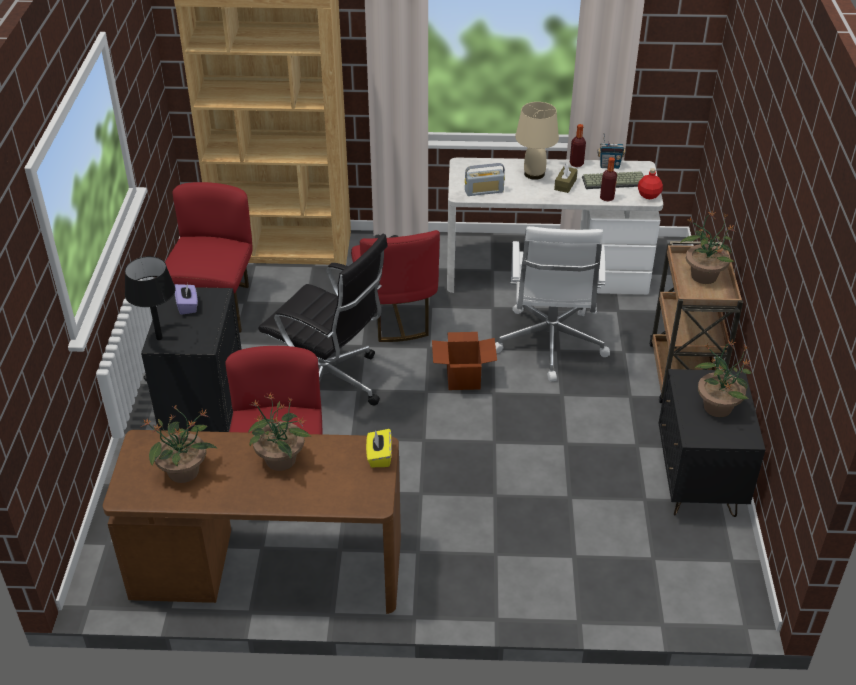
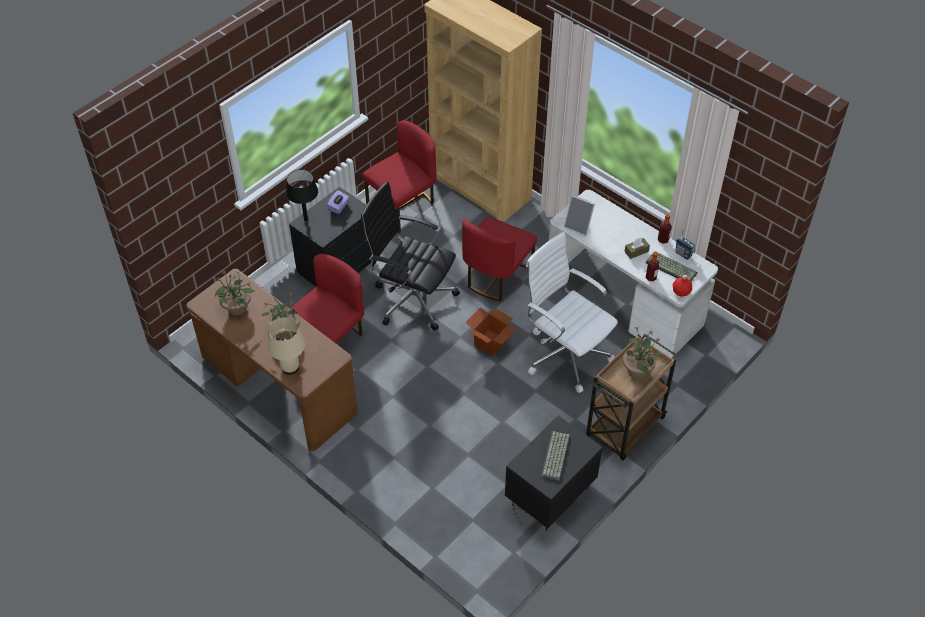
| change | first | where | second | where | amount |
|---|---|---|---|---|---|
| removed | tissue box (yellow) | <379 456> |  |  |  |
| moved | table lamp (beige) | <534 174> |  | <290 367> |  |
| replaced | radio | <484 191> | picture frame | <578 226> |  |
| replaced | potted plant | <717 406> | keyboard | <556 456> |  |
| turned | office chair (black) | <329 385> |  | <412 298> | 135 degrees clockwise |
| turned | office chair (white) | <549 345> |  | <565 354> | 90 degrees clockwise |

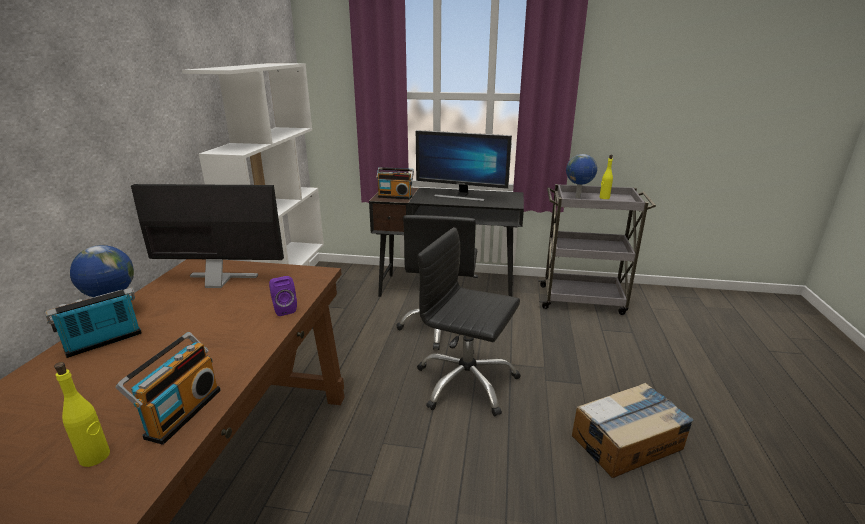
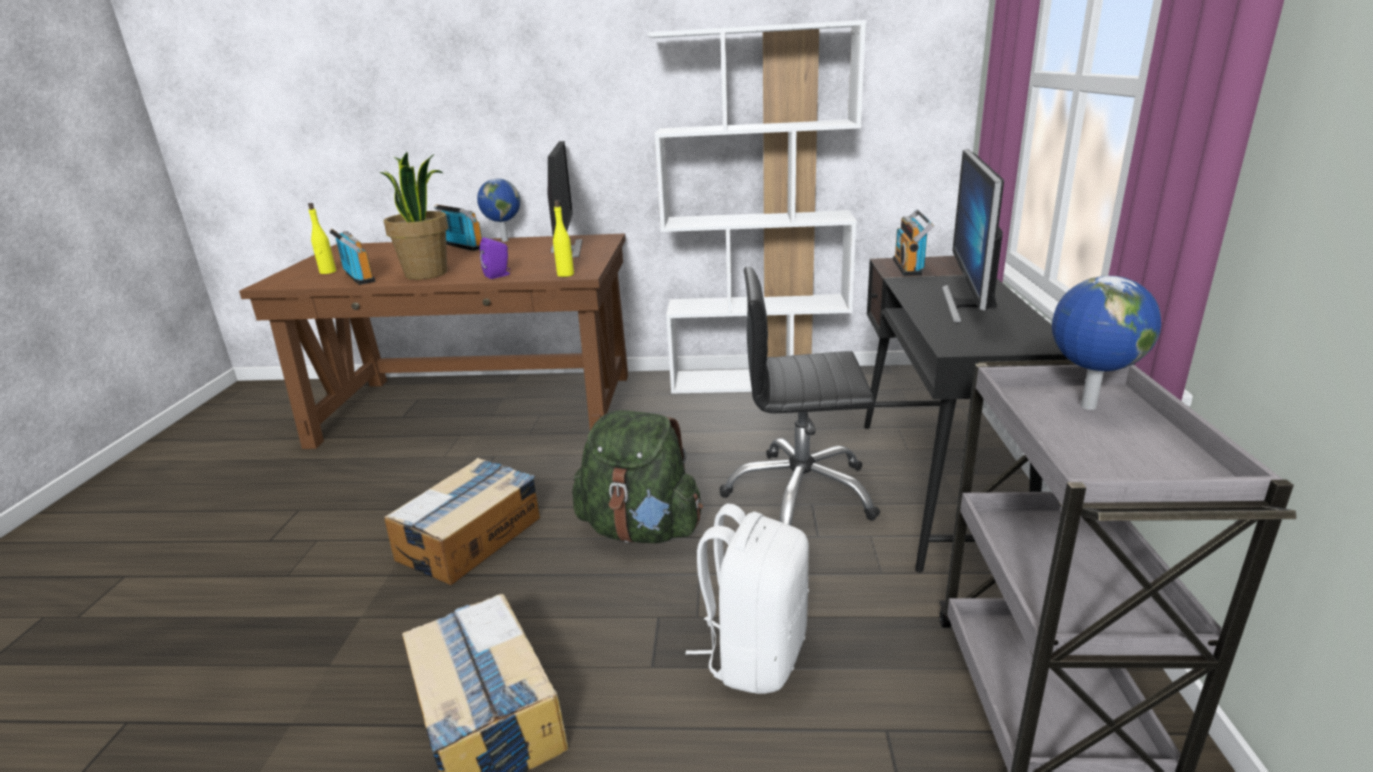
| change | first | where | second | where | amount |
|---|---|---|---|---|---|
| added |  |  | potted plant | <427 273> |  |
| added |  |  | cardboard box | <471 538> |  |
| added |  |  | backpack (white) | <754 654> |  |
| moved | bottle (yellow) | <604 198> |  | <565 274> |  |
| replaced | office chair (black) | <466 383> | backpack (green) | <641 529> |  |
| turned | radio | <181 412> |  | <357 278> | 135 degrees counterclockwise |

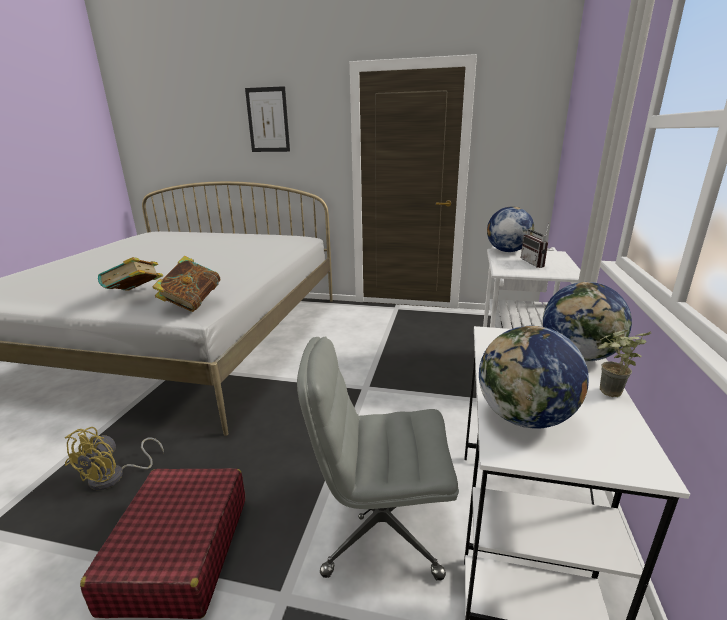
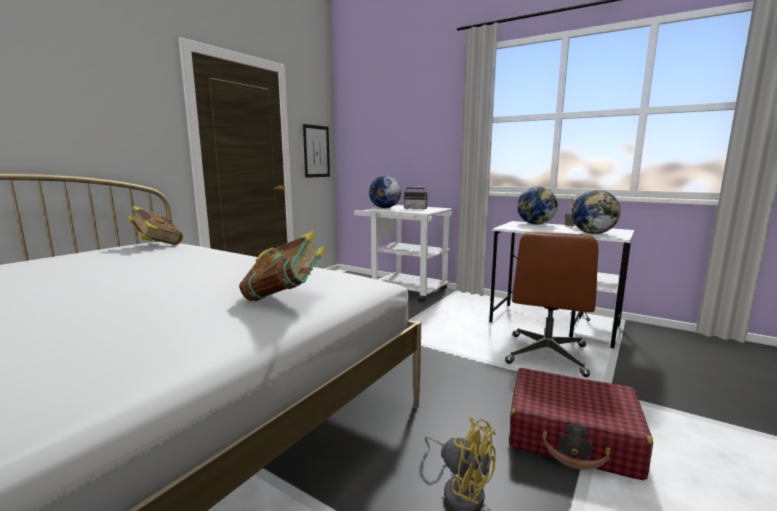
| change | first | where | second | where | amount |
|---|---|---|---|---|---|
| moved | book | <192 304> |  | <157 245> |  |
| moved | picture | <268 120> |  | <316 151> |  |
| recoloured | office chair (grey) | <379 527> | office chair (brown) | <547 355> |  |

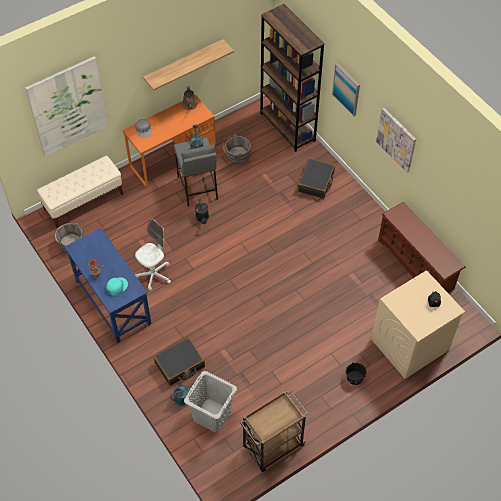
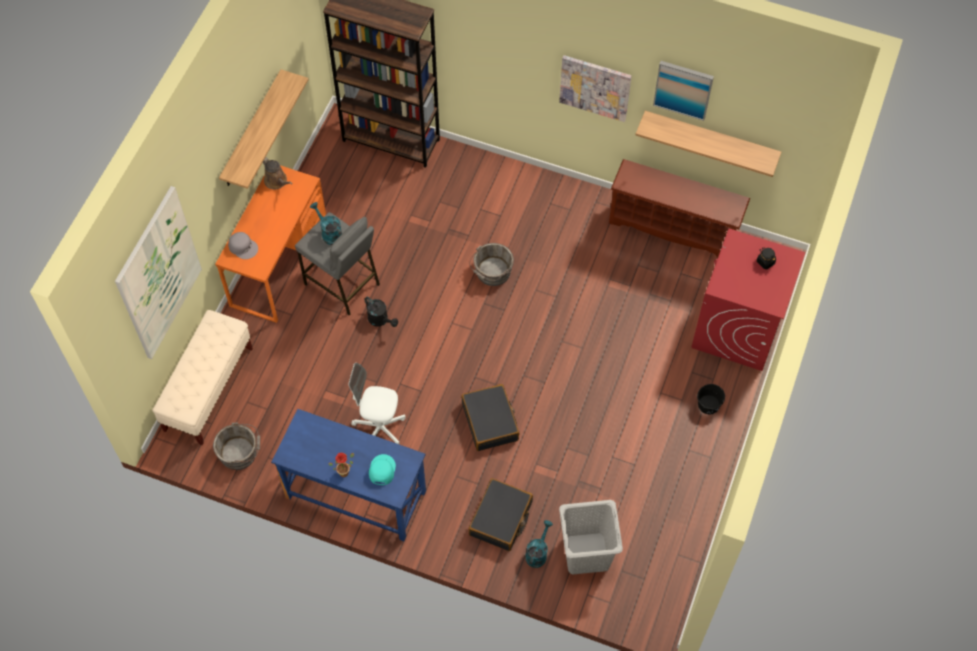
| change | first | where | second | where | amount |
|---|---|---|---|---|---|
| removed | cart (brown) | <272 447> |  |  |  |
| added |  |  | shelf | <710 139> |  |
| moved | bucket (grey) | <236 155> |  | <492 273> |  |
| moved | suitcase (black) | <316 182> |  | <490 422> |  |
| moved | picture | <346 89> |  | <683 89> |  |
| recoloured | washing machine (beige) | <409 345> | washing machine (red) | <737 328> |  |
| turned | office chair (white) | <154 275> |  | <379 428> | 90 degrees counterclockwise |

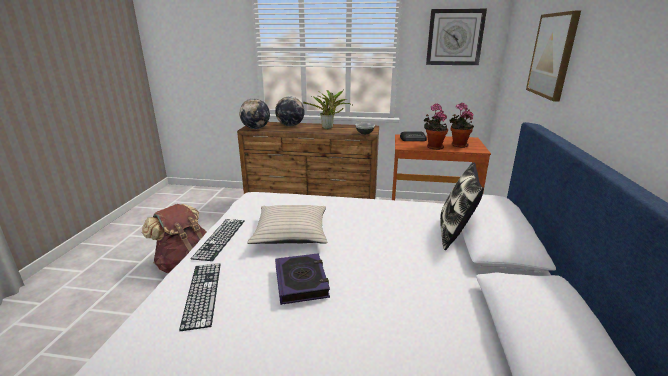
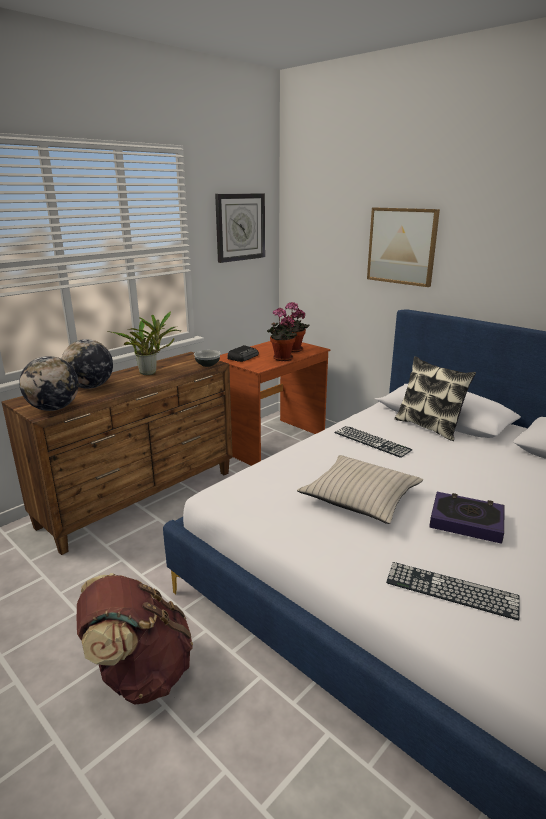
| change | first | where | second | where | amount |
|---|---|---|---|---|---|
| moved | keyboard | <220 238> |  | <372 441> |  |

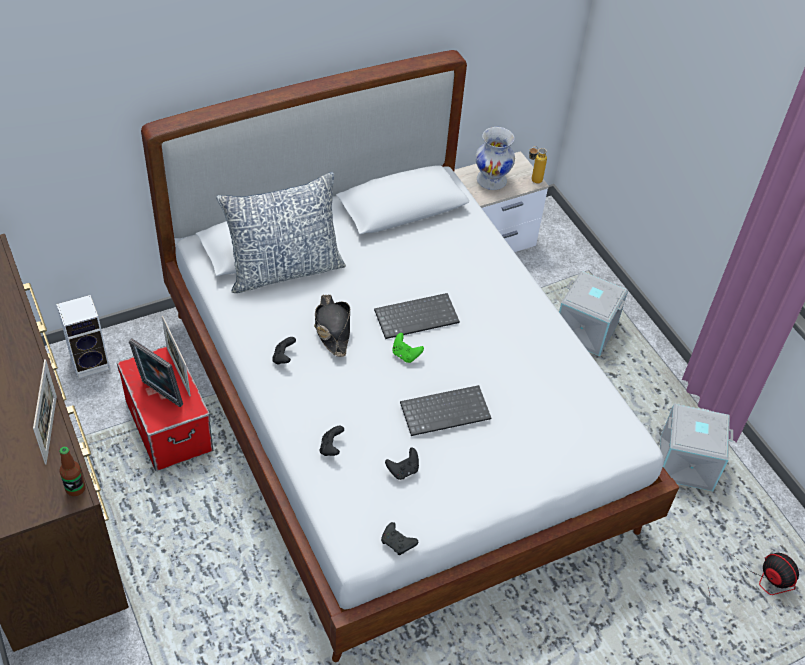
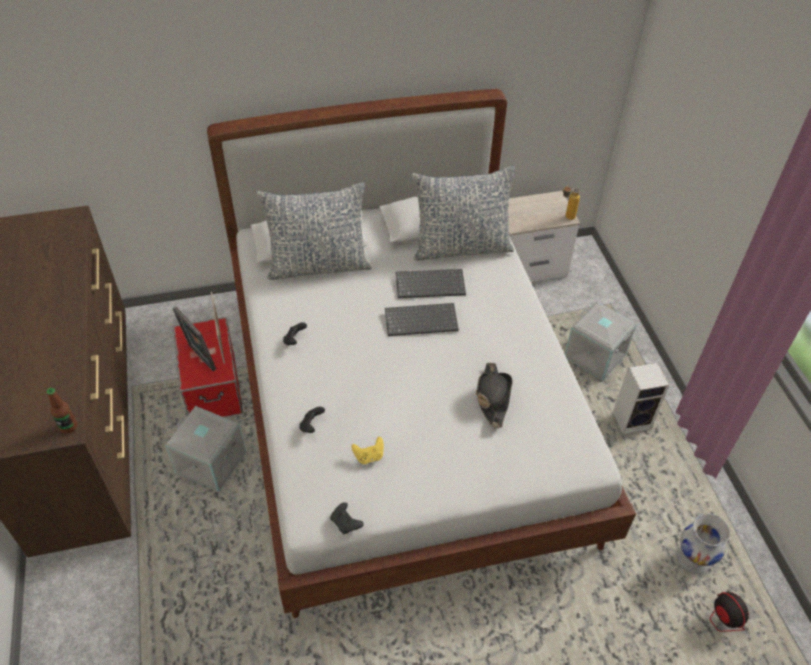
| change | first | where | second | where | amount |
|---|---|---|---|---|---|
| removed | picture frame | <51 429> |  |  |  |
| removed | game controller (green) | <405 355> |  |  |  |
| added |  |  | pillow | <461 247> |  |
| moved | speaker | <91 362> |  | <632 419> |  |
| moved | hat (black) | <332 329> |  | <492 397> |  |
| moved | keyboard | <445 410> |  | <431 284> |  |
| moved | vase (white) | <492 180> |  | <694 558> |  |
| moved | storage box (grey) | <685 464> |  | <210 463> |  |
| recoloured | game controller (black) | <403 470> | game controller (yellow) | <369 456> |  |

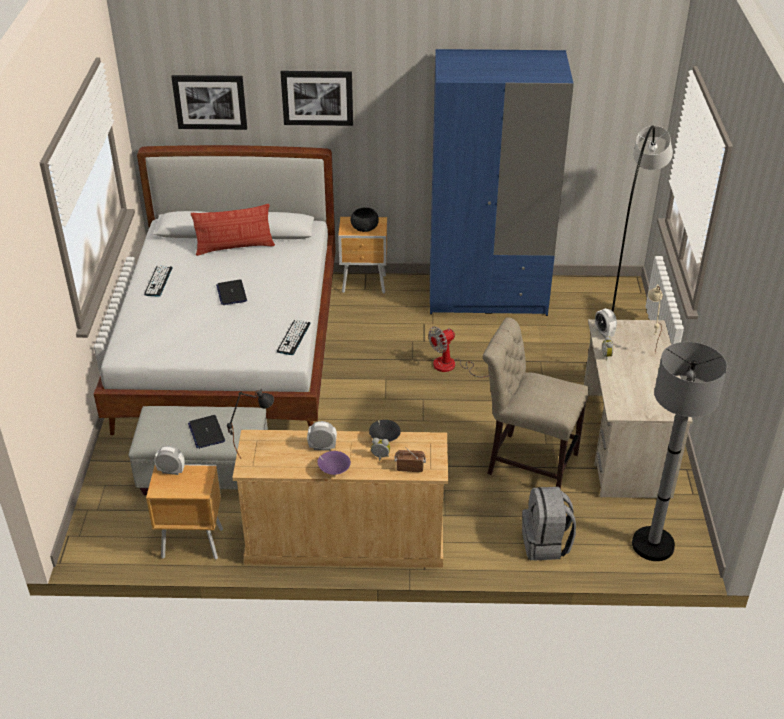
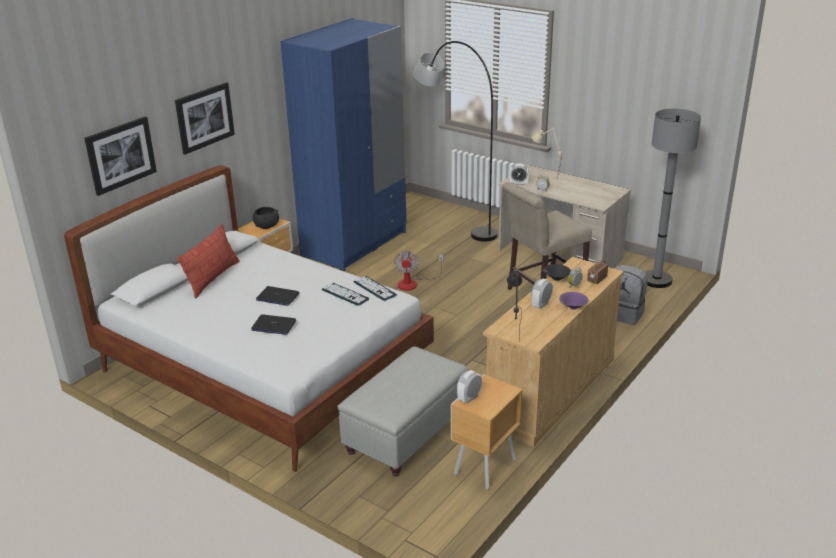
| change | first | where | second | where | amount |
|---|---|---|---|---|---|
| moved | keyboard | <158 281> |  | <345 294> |  |
| moved | laptop | <206 432> |  | <273 326> |  |

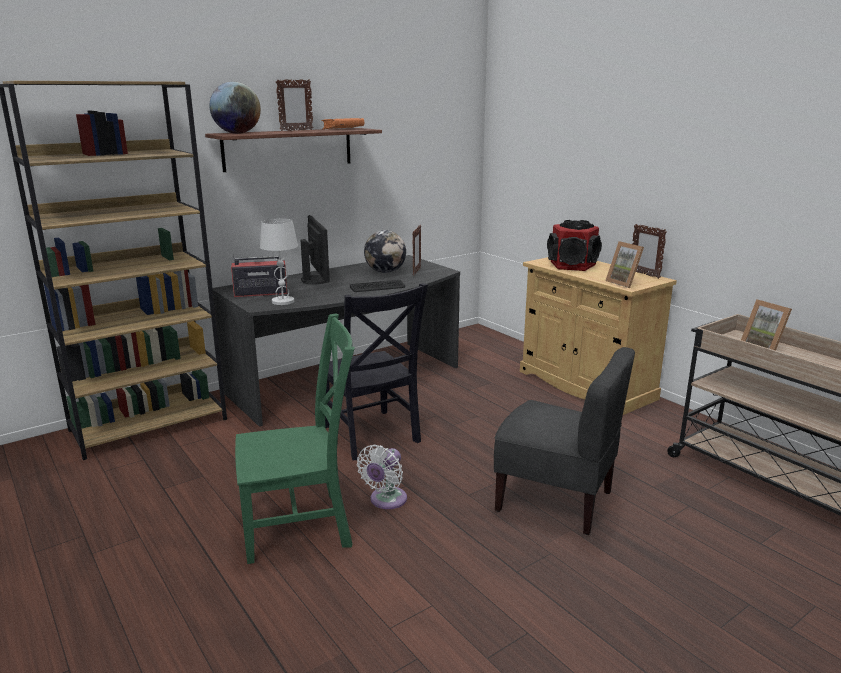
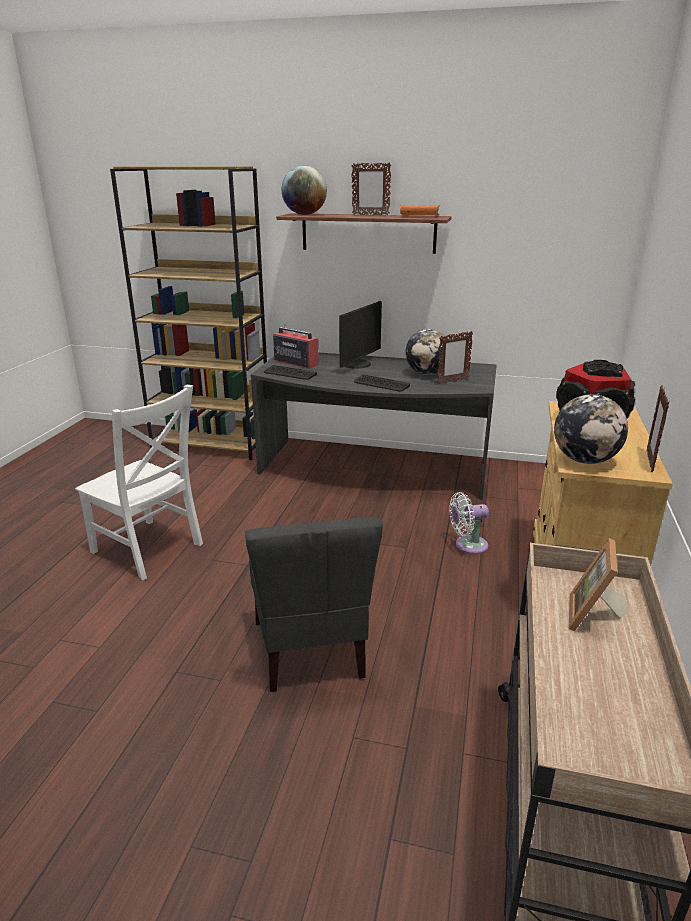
| change | first | where | second | where | amount |
|---|---|---|---|---|---|
| removed | chair (black) | <372 436> |  |  |  |
| moved | fan (white) | <386 501> |  | <468 545> |  |
| replaced | table lamp (white) | <283 301> | keyboard | <290 373> |  |
| replaced | picture frame | <624 283> | globe | <584 460> |  |
| recoloured | chair (green) | <302 526> | chair (white) | <149 550> |  |

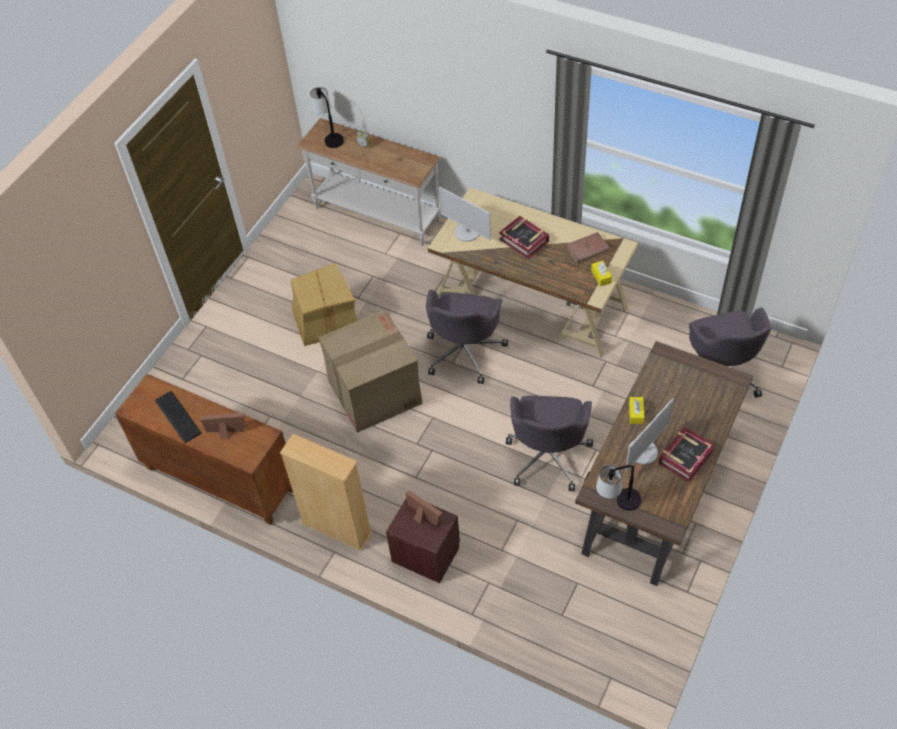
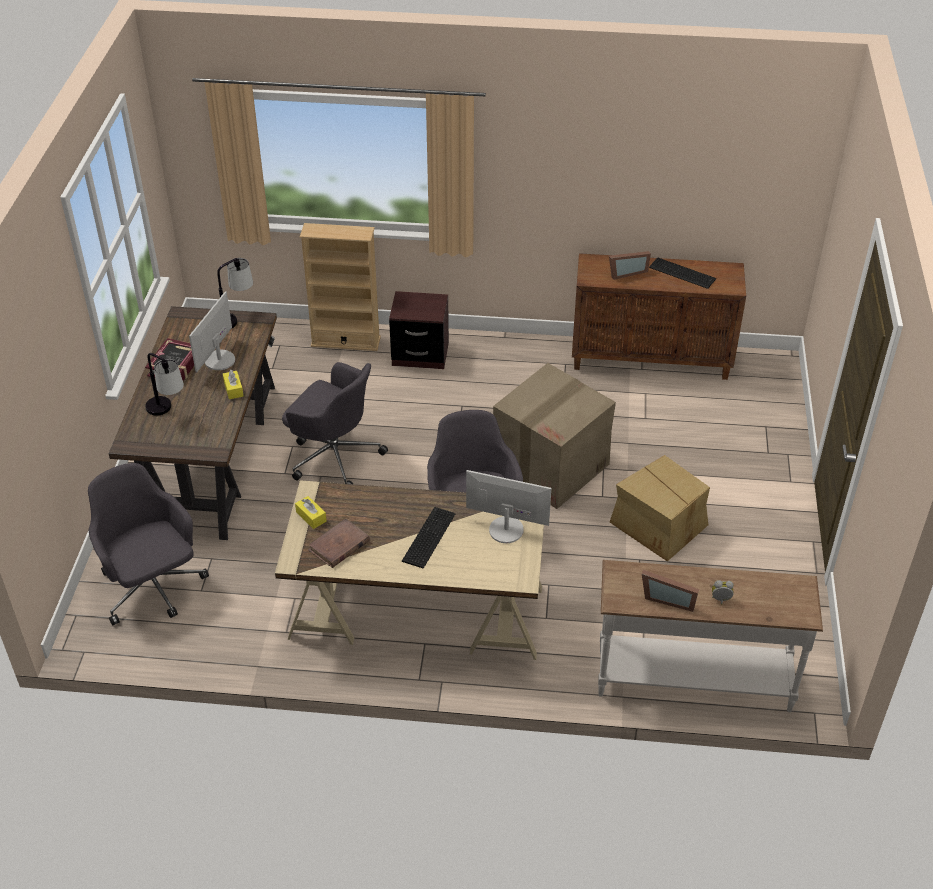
| change | first | where | second | where | amount |
|---|---|---|---|---|---|
| moved | bookcase (beige) | <337 528> |  | <346 341> |  |
| moved | table lamp | <329 136> |  | <167 412> |  |
| moved | picture frame | <422 517> |  | <668 598> |  |
| replaced | book | <524 240> | keyboard | <427 537> |  |
| turned | office chair (grey) | <548 455> |  | <334 455> | 135 degrees clockwise |

